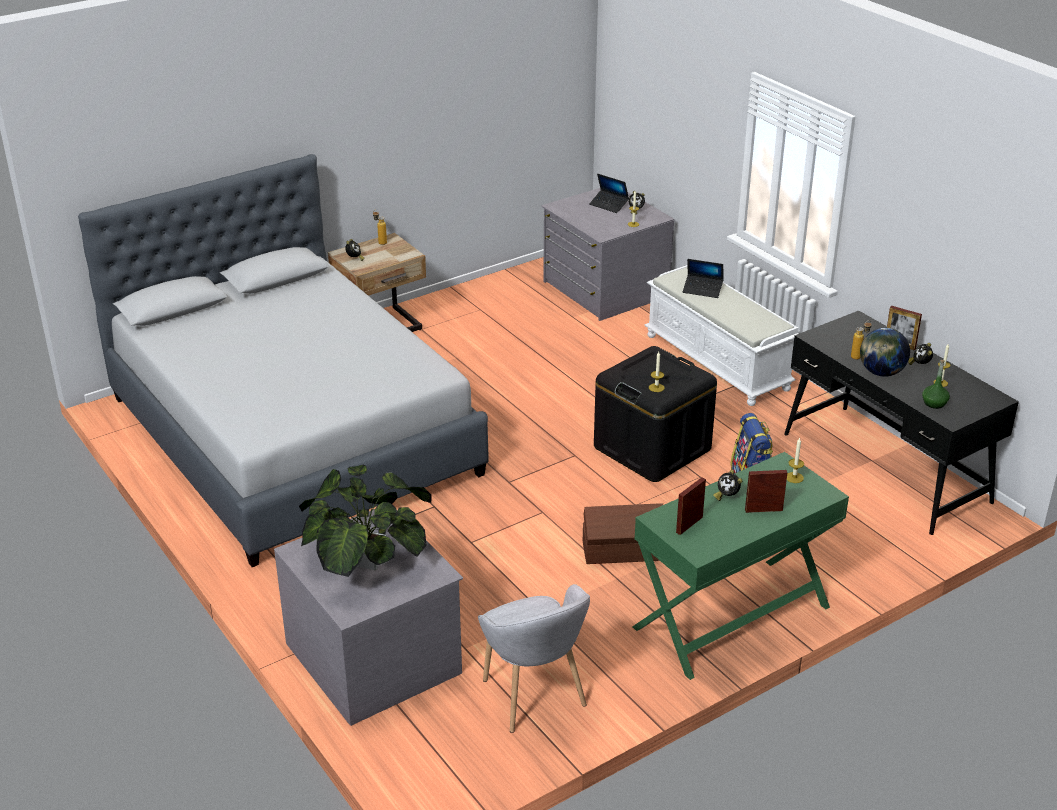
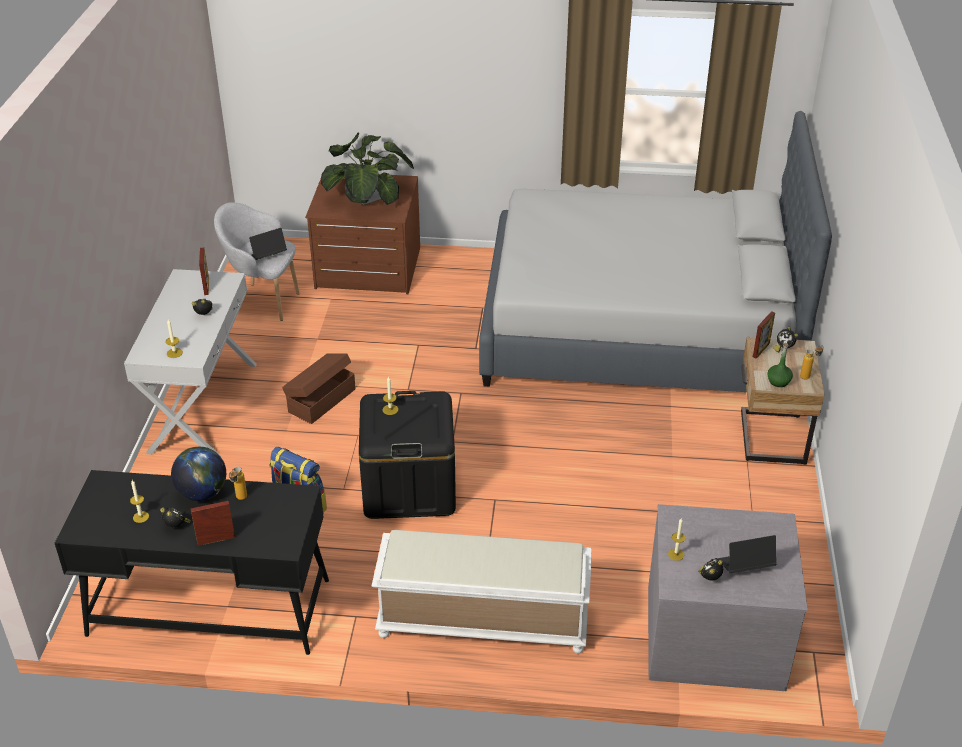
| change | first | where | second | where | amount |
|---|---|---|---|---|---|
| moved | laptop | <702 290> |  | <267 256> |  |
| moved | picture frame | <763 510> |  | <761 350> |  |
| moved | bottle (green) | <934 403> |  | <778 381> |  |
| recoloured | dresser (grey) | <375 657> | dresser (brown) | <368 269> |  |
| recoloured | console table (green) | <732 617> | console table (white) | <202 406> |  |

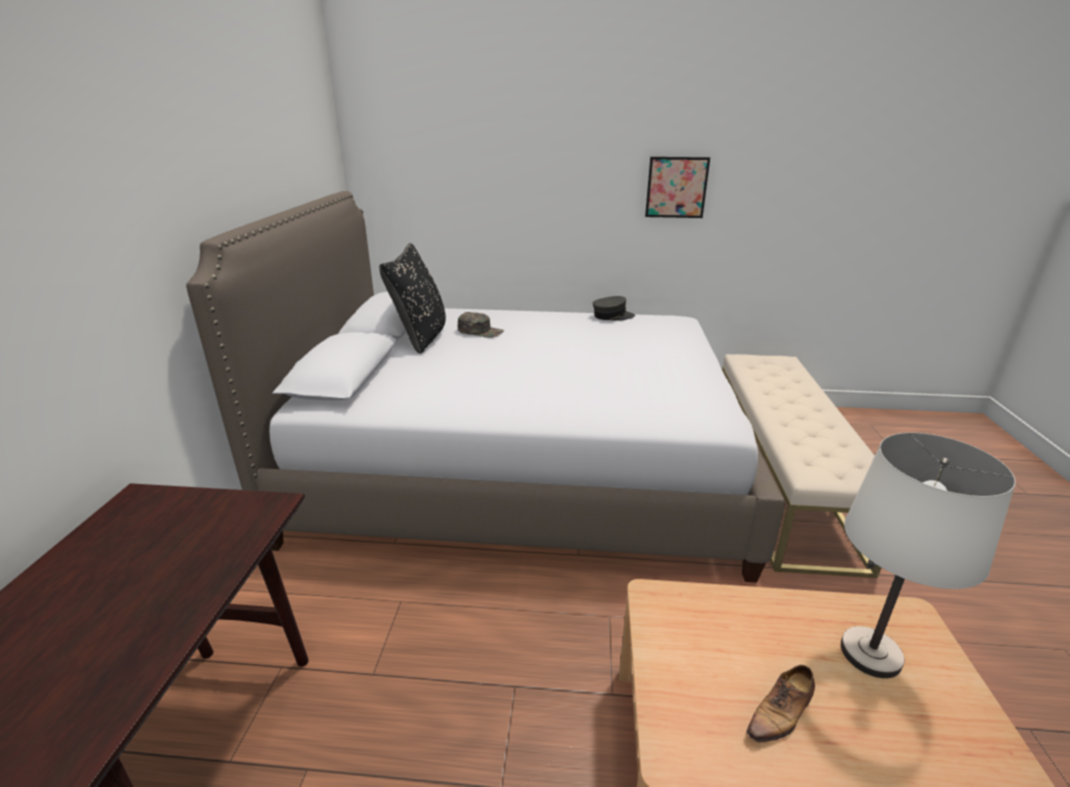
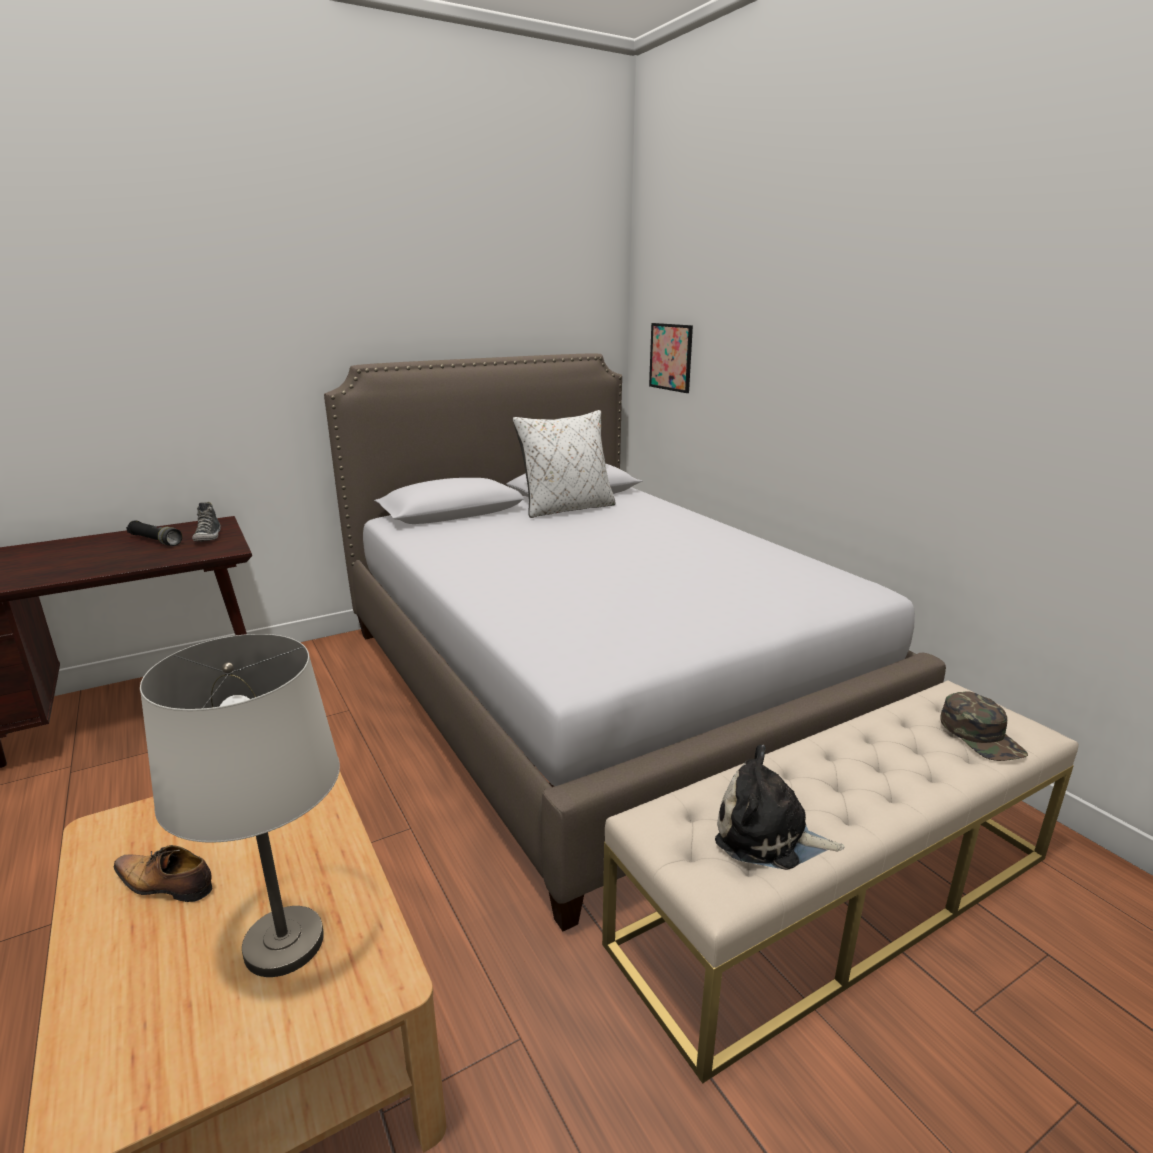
| change | first | where | second | where | amount |
|---|---|---|---|---|---|
| removed | cap (grey) | <612 316> |  |  |  |
| added |  |  | flashlight (black) | <156 541> |  |
| added |  |  | shoe | <208 537> |  |
| added |  |  | plush toy | <768 835> |  |
| moved | cap (green) | <480 331> |  | <981 736> |  |
| moved | picture | <676 187> |  | <671 357> |  |
| recoloured | pillow (black) | <421 337> | pillow (white) | <567 508> |  |

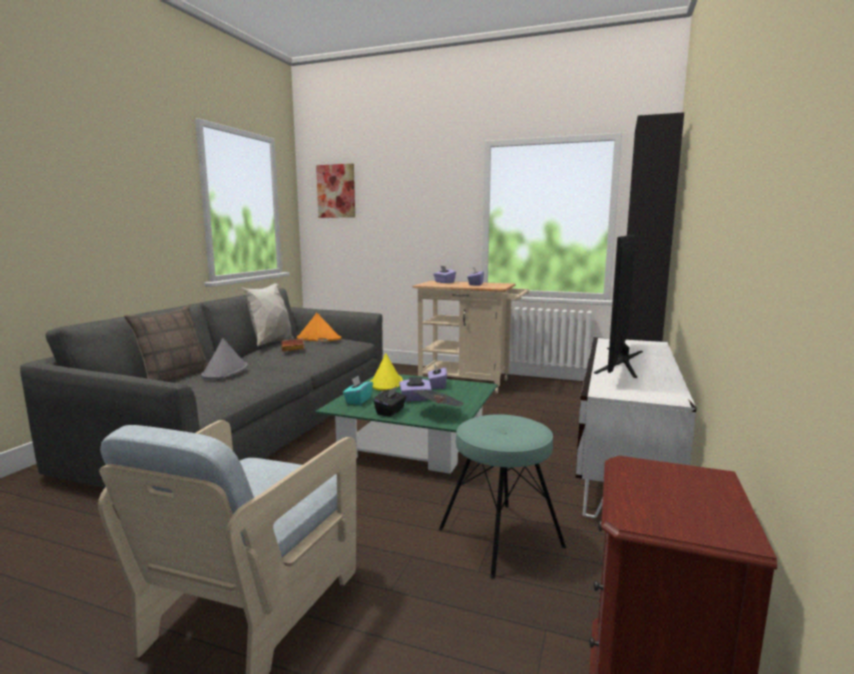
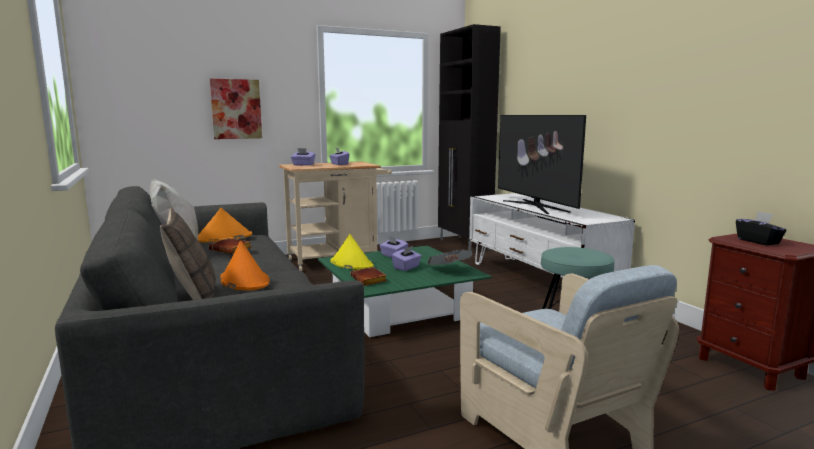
| change | first | where | second | where | amount |
|---|---|---|---|---|---|
| moved | picture | <336 191> |  | <236 109> |  |
| moved | tissue box (black) | <390 412> |  | <758 241> |  |
| replaced | tissue box (turquoise) | <358 400> | book (brown) | <370 280> |  |
| recoloured | hat (grey) | <225 371> | hat (orange) | <244 281> |  |

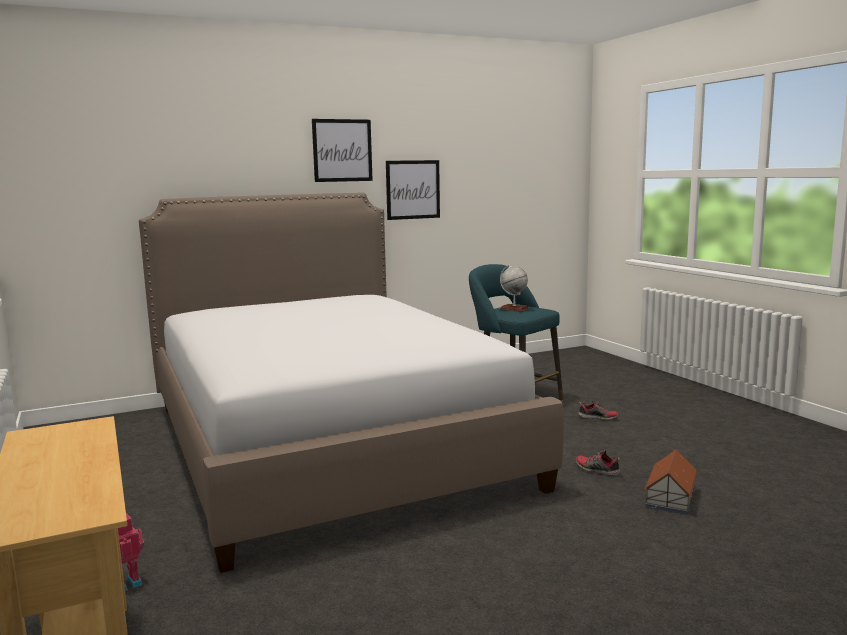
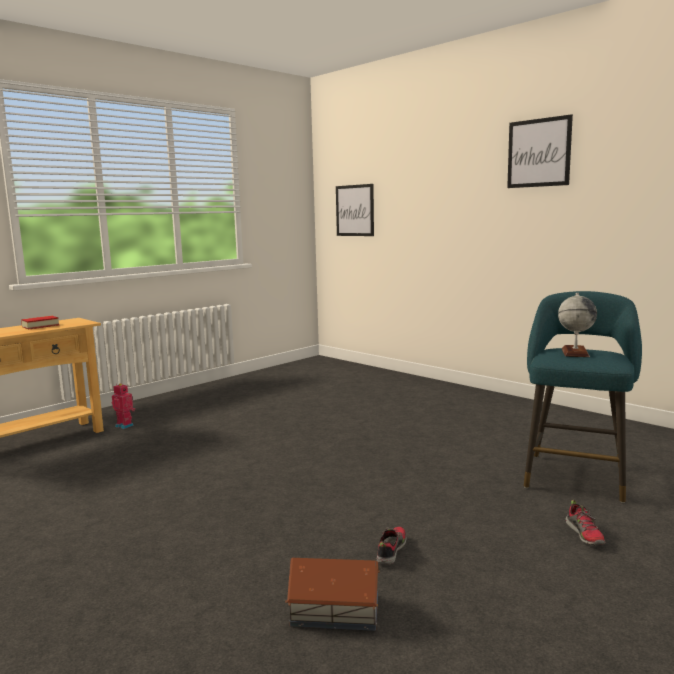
| change | first | where | second | where | amount |
|---|---|---|---|---|---|
| removed | bed | <327 444> |  |  |  |
| added |  |  | book | <40 326> |  |
| moved | picture | <413 189> |  | <355 210> |  |

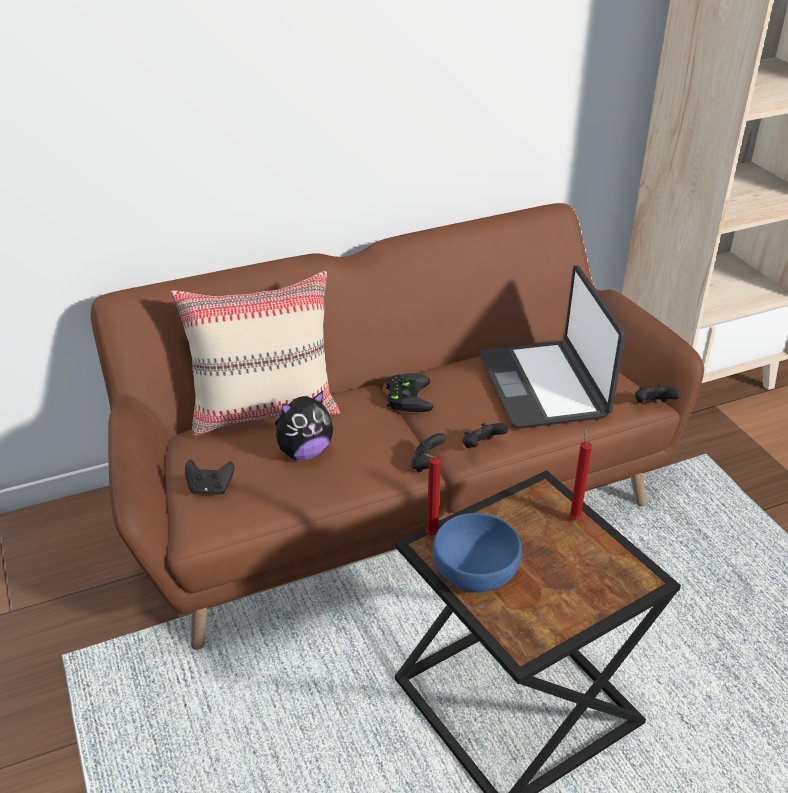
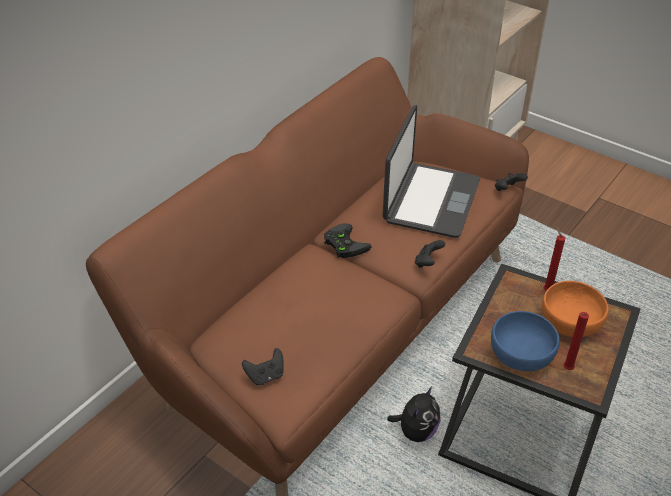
| change | first | where | second | where | amount |
|---|---|---|---|---|---|
| removed | pillow (beige) | <264 410> |  |  |  |
| removed | game controller (black) | <427 464> |  |  |  |
| added |  |  | bowl (orange) | <569 323> |  |
| moved | plush toy | <304 452> |  | <416 431> |  |
| moved | candle (red) | <430 535> |  | <567 370> |  |
| turned | laptop | <544 386> |  | <430 201> | 120 degrees counterclockwise |

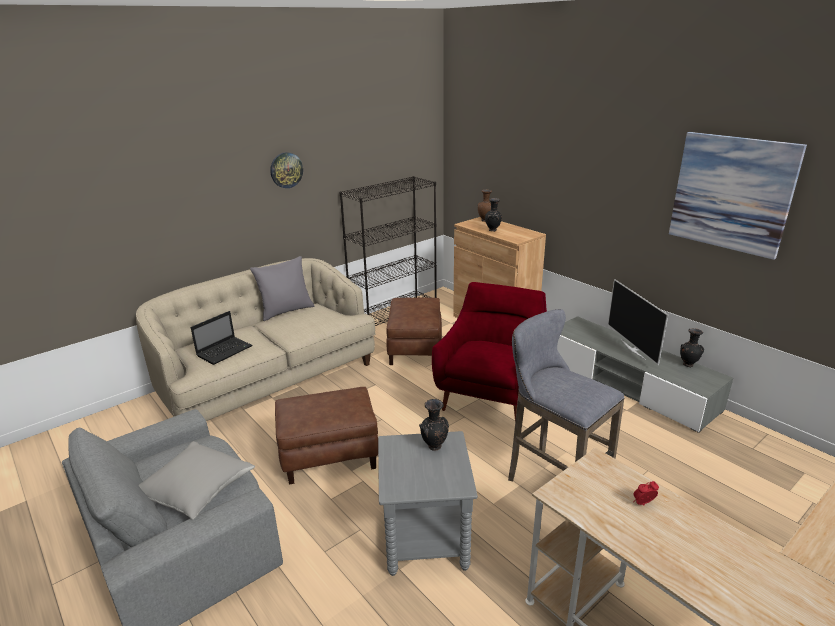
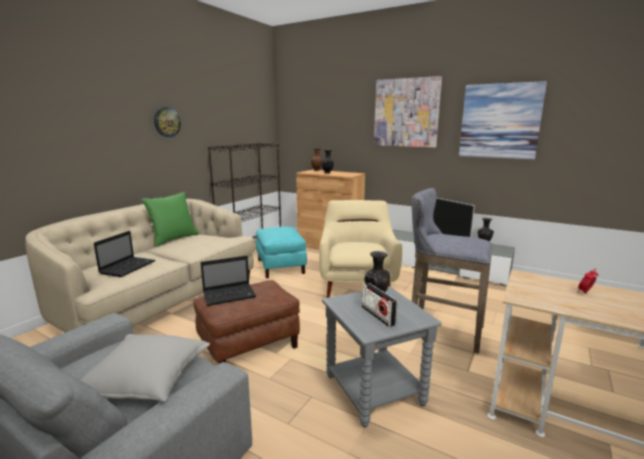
| change | first | where | second | where | amount |
|---|---|---|---|---|---|
| added |  |  | laptop | <230 295> |  |
| added |  |  | radio | <378 315> |  |
| added |  |  | picture | <406 113> |  |
| recoloured | pillow (grey) | <286 311> | pillow (green) | <174 239> |  |
| recoloured | ottoman (brown) | <415 349> | ottoman (turquoise) | <281 266> |  |
| recoloured | armchair (red) | <491 395> | armchair (beige) | <357 285> |  |

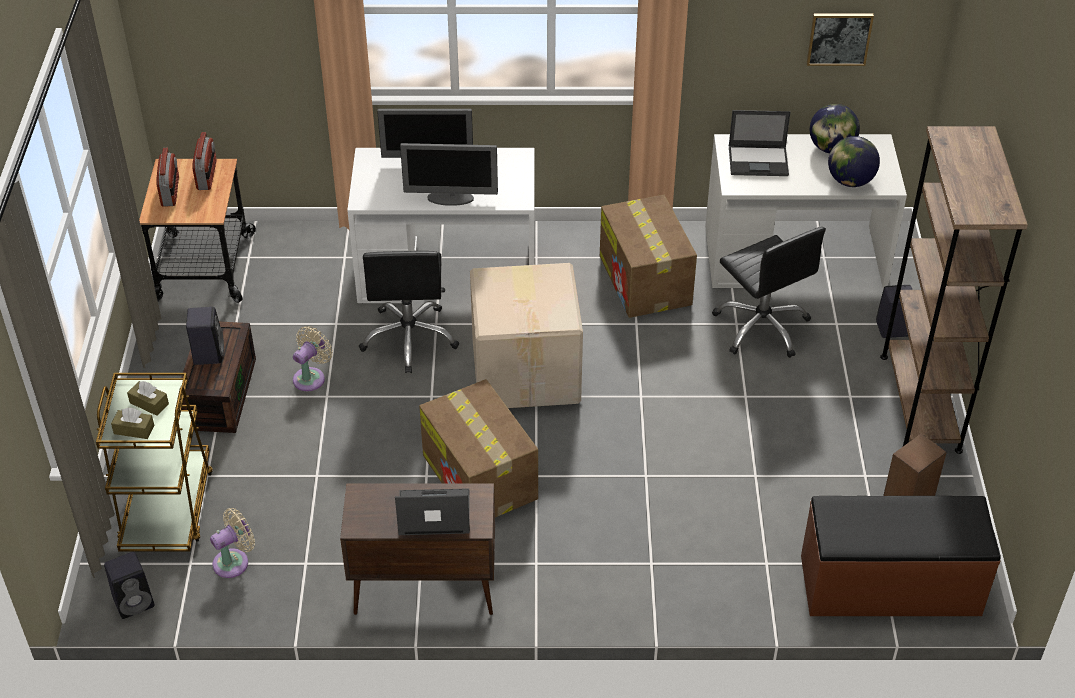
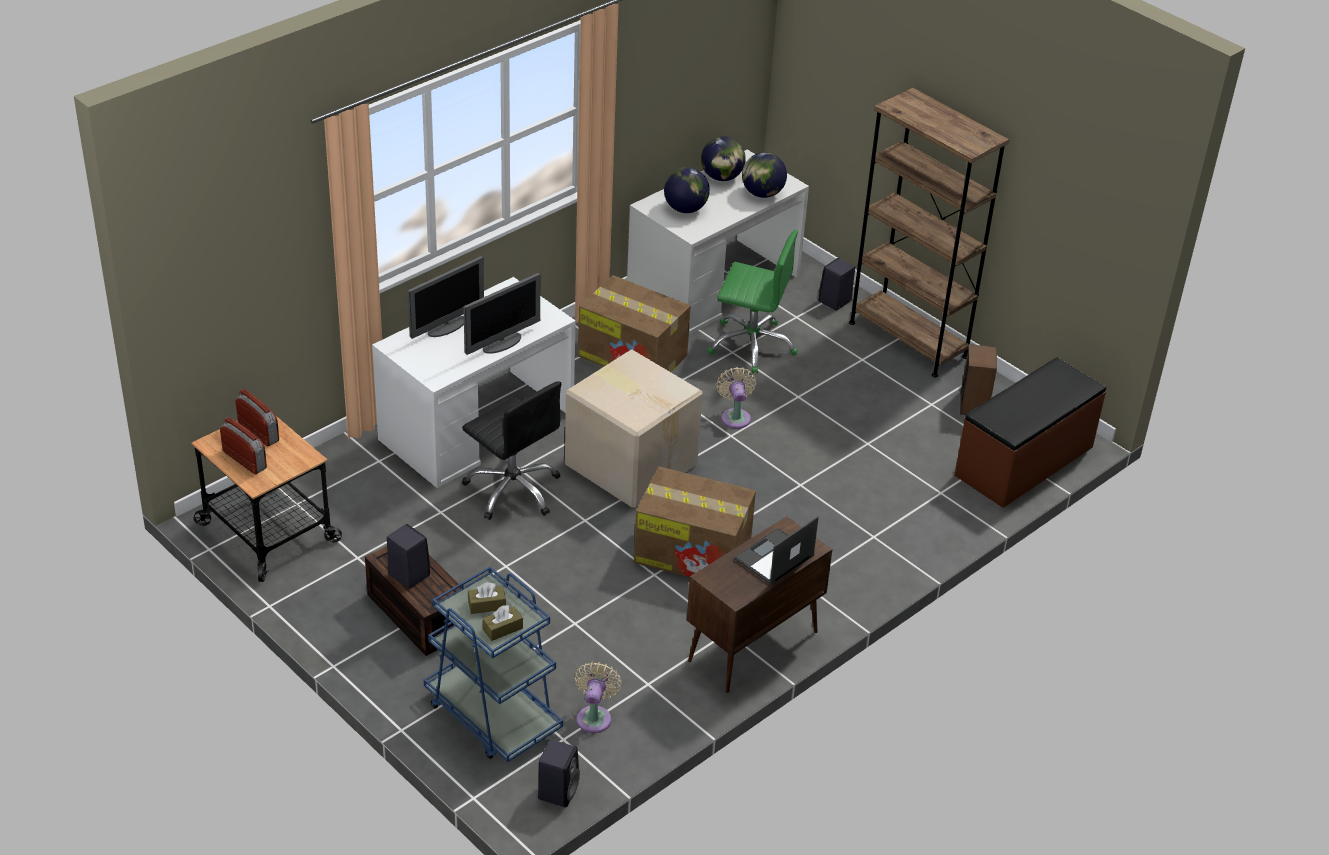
| change | first | where | second | where | amount |
|---|---|---|---|---|---|
| removed | picture | <839 38> |  |  |  |
| moved | fan (beige) | <311 377> |  | <735 416> |  |
| replaced | laptop | <759 161> | globe | <685 209> |  |
| recoloured | cart (brown) | <167 508> | cart (blue) | <492 715> |  |
| recoloured | office chair (black) | <762 327> | office chair (green) | <751 345> |  |

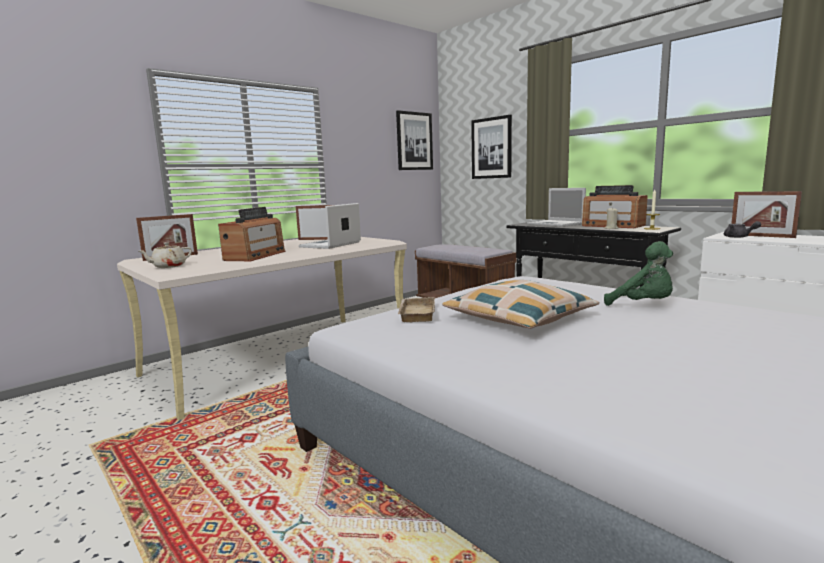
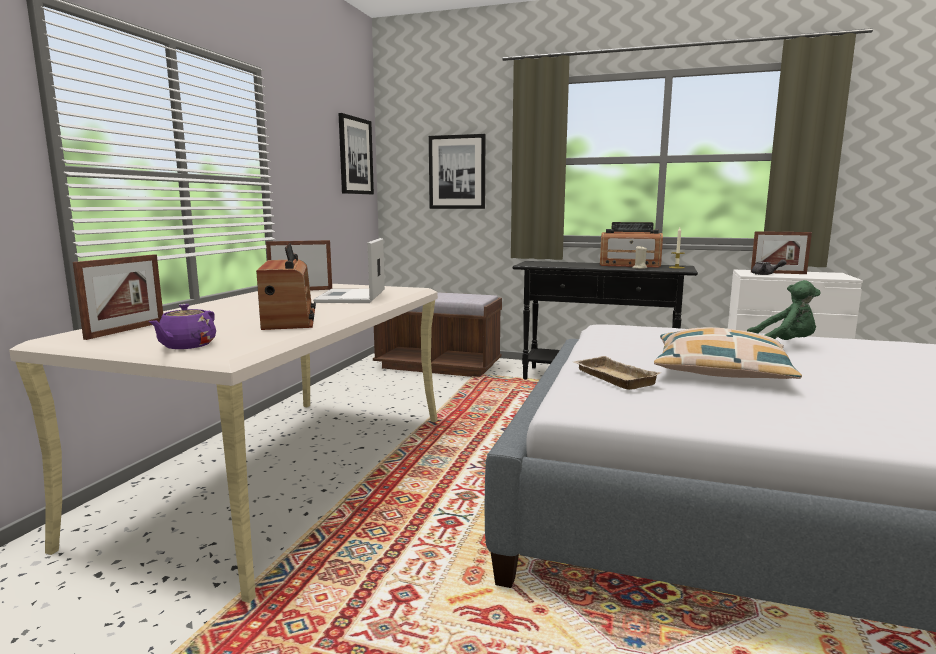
| change | first | where | second | where | amount |
|---|---|---|---|---|---|
| removed | laptop | <556 224> |  |  |  |
| recoloured | teapot (beige) | <168 266> | teapot (purple) | <186 346> |  |

